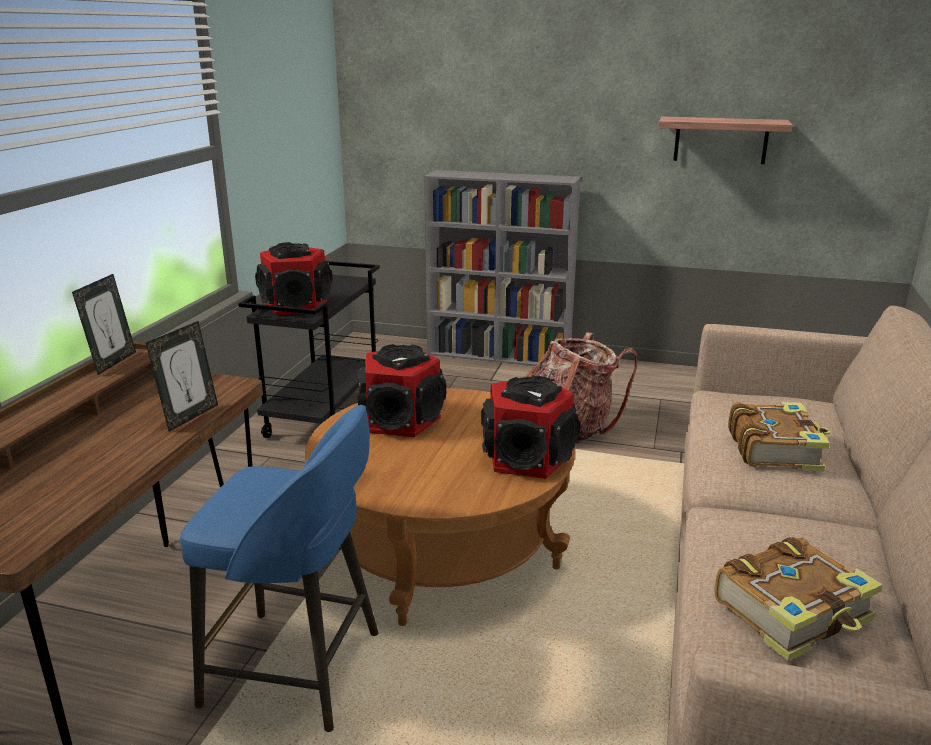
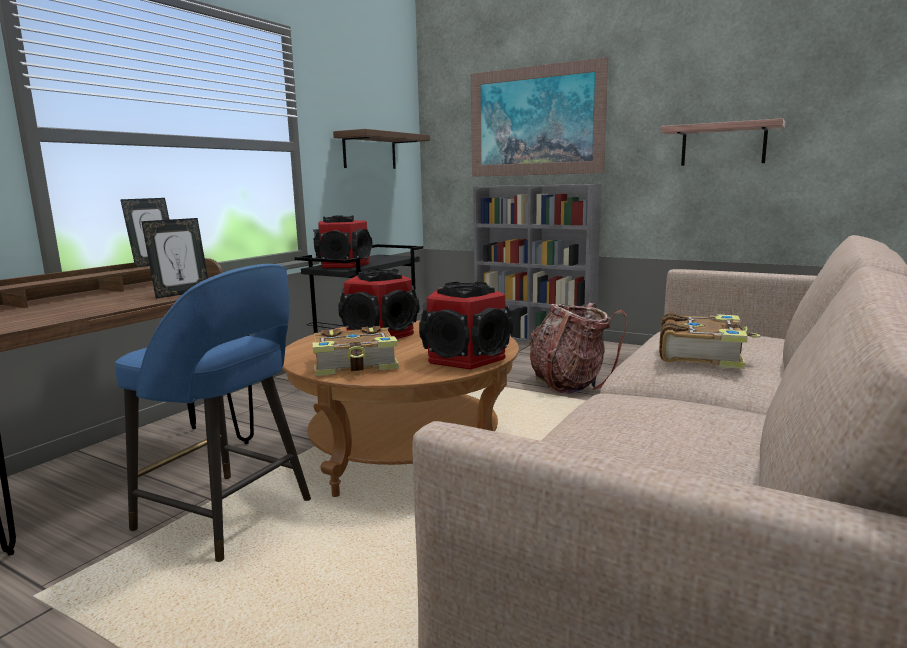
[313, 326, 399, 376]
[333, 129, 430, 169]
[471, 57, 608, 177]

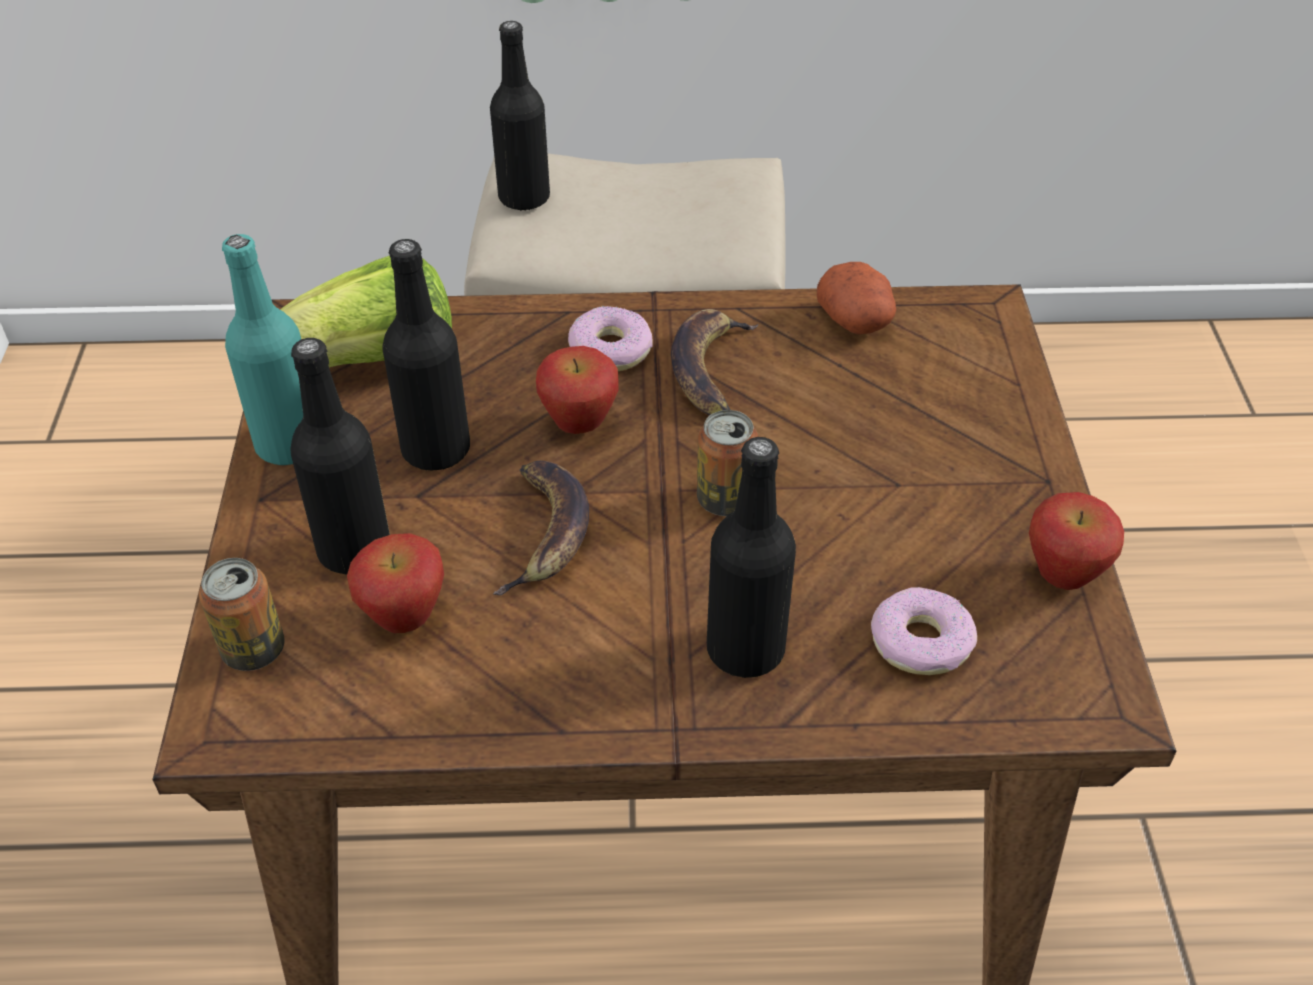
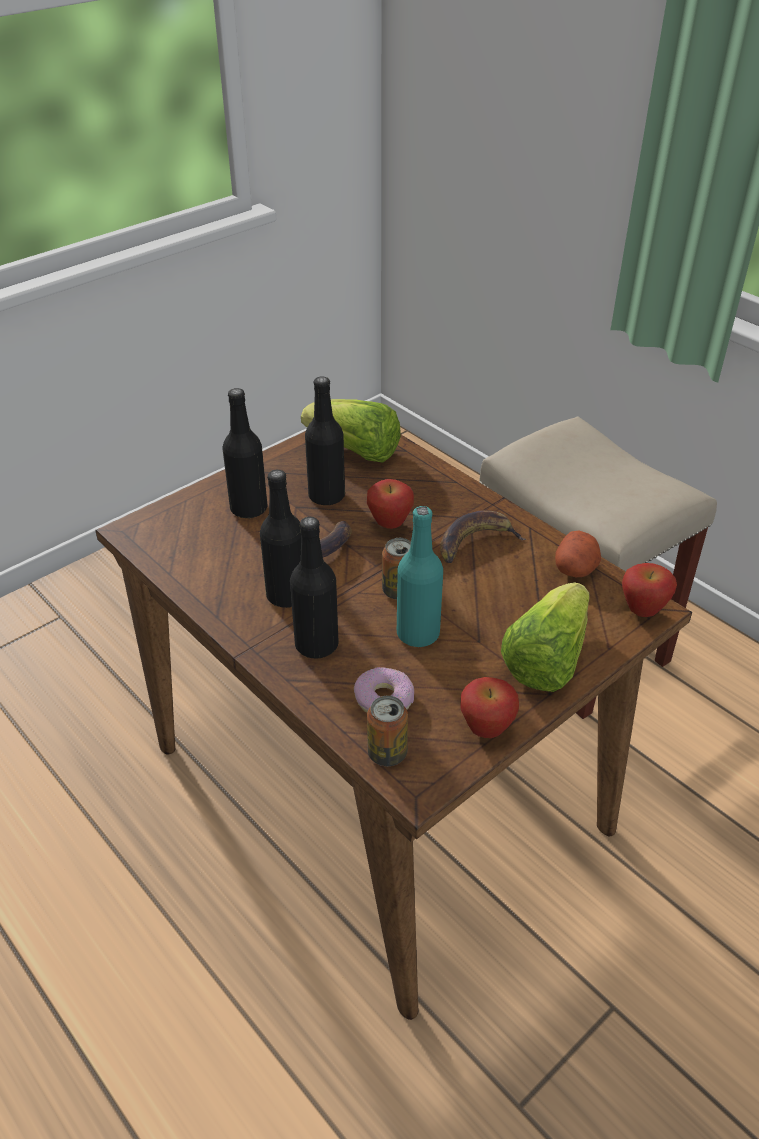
[260, 470, 301, 608]
[367, 696, 408, 766]
[397, 506, 443, 648]
[501, 583, 590, 692]
[622, 563, 677, 617]
[568, 306, 652, 371] (first image)

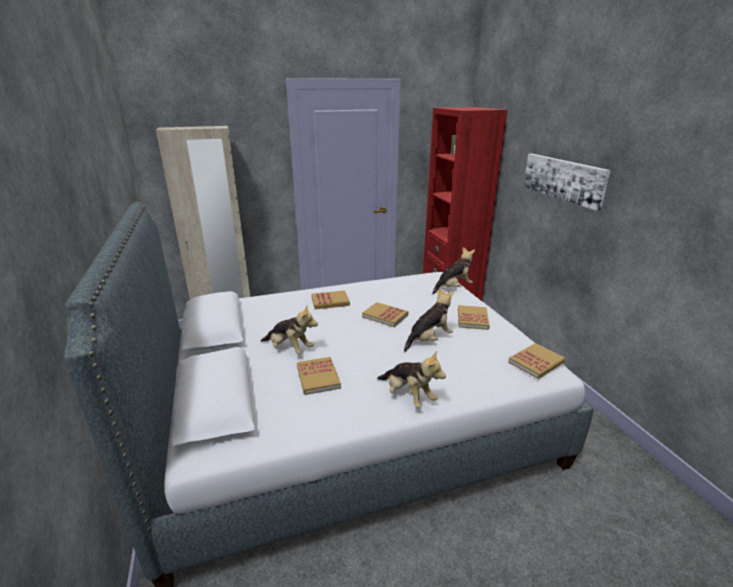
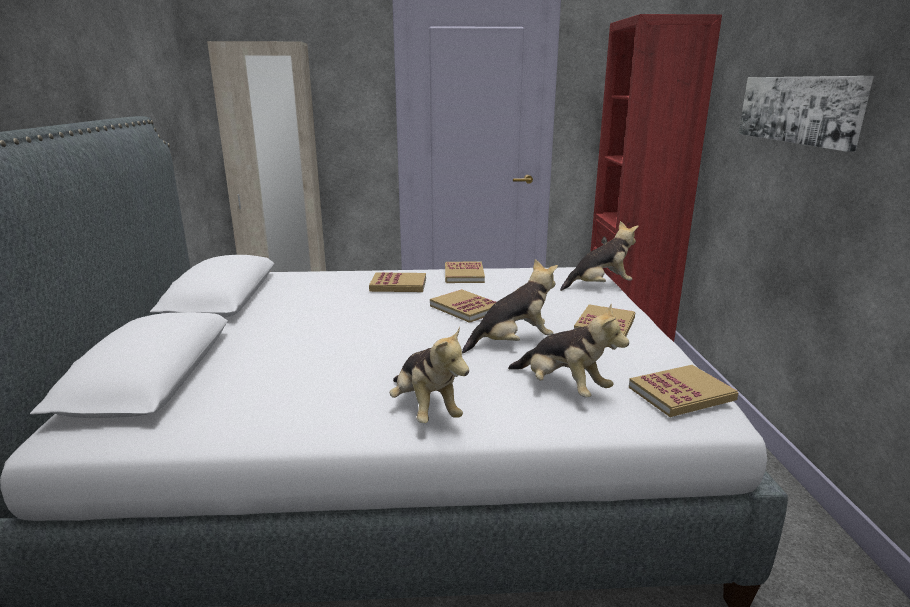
[445, 262, 485, 283]
[508, 304, 629, 397]

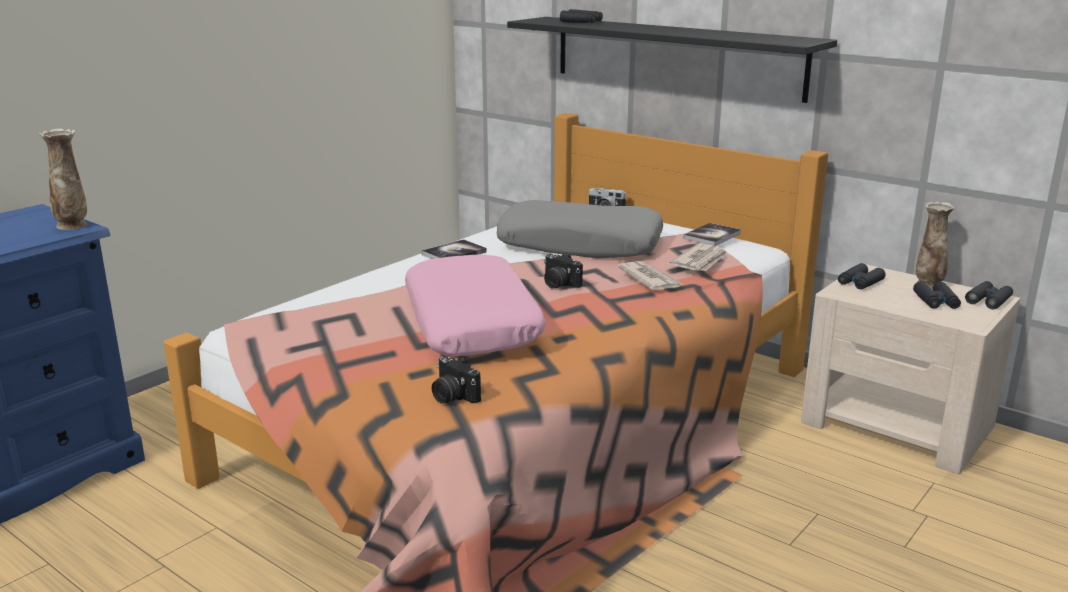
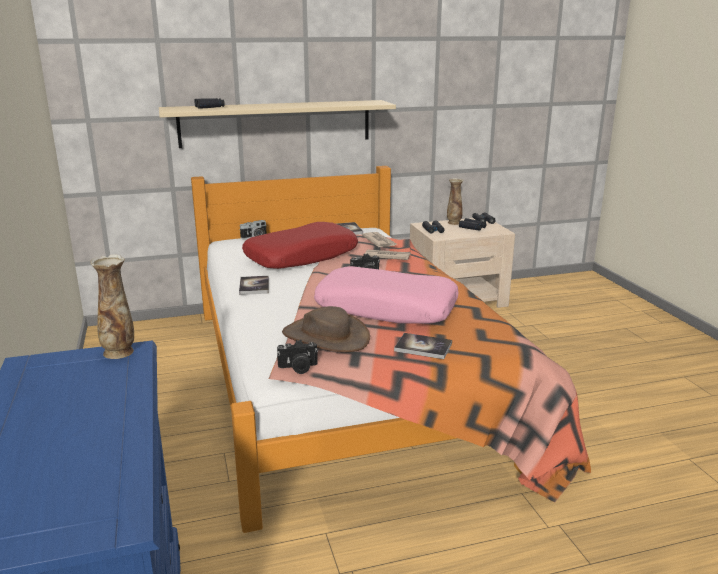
[159, 100, 396, 148]
[242, 222, 358, 269]
[277, 339, 318, 374]
[282, 306, 370, 352]
[394, 333, 452, 359]

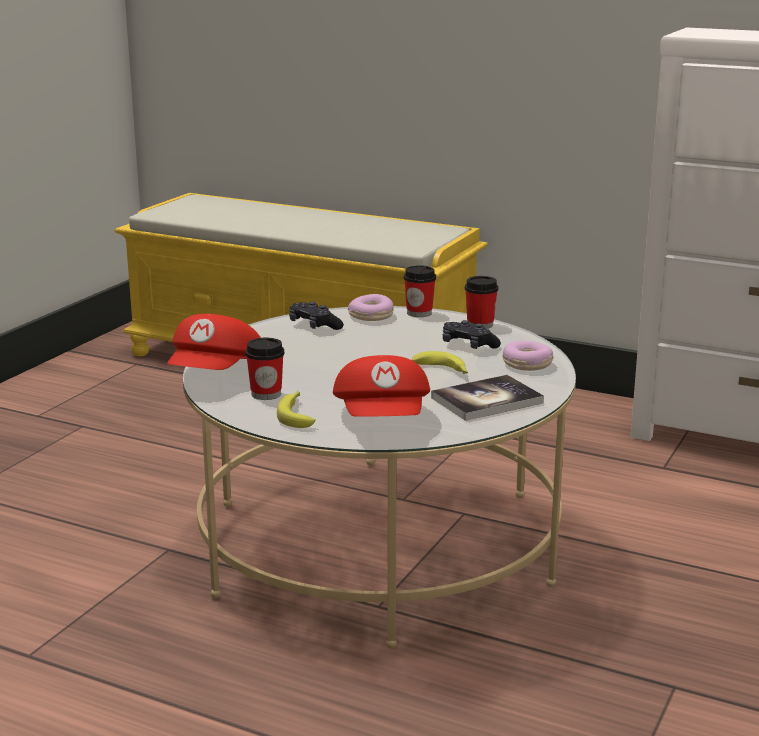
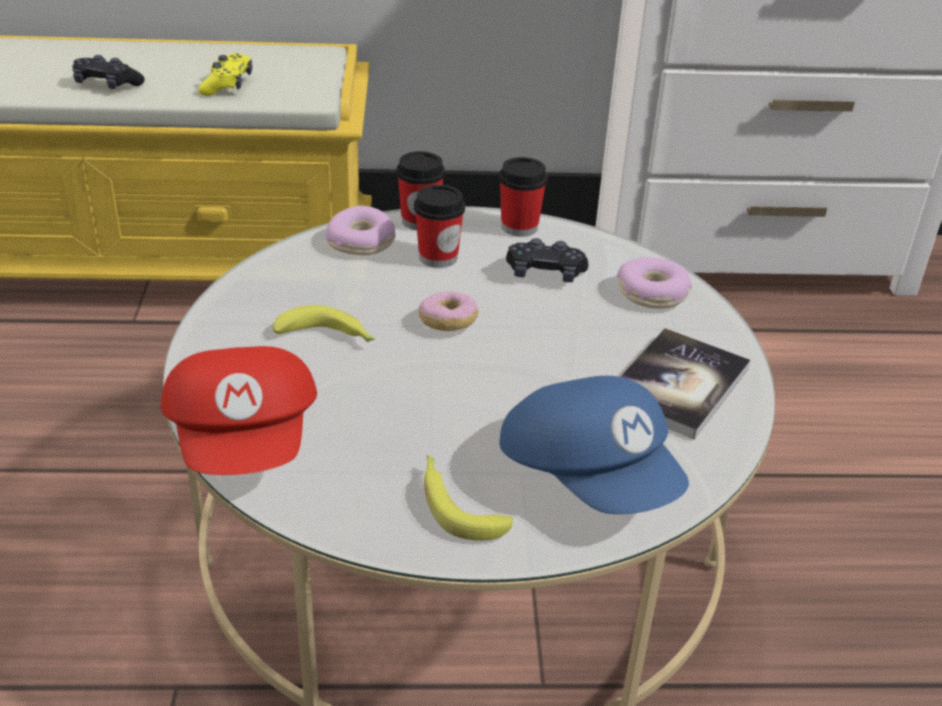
[72, 55, 145, 89]
[198, 53, 252, 96]
[273, 305, 375, 342]
[414, 185, 465, 268]
[419, 292, 478, 331]
[499, 376, 689, 514]

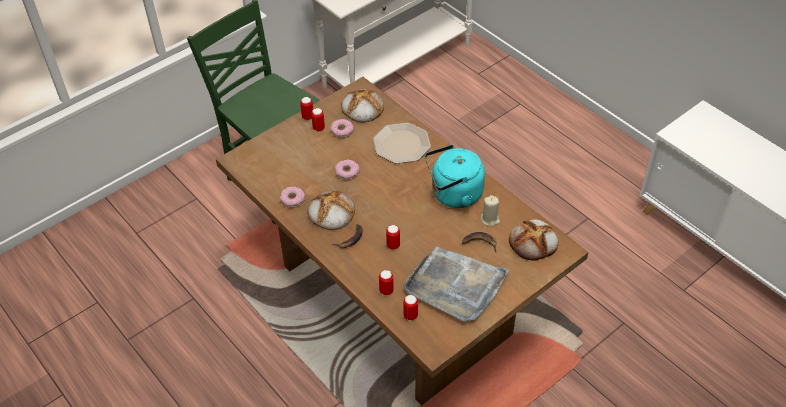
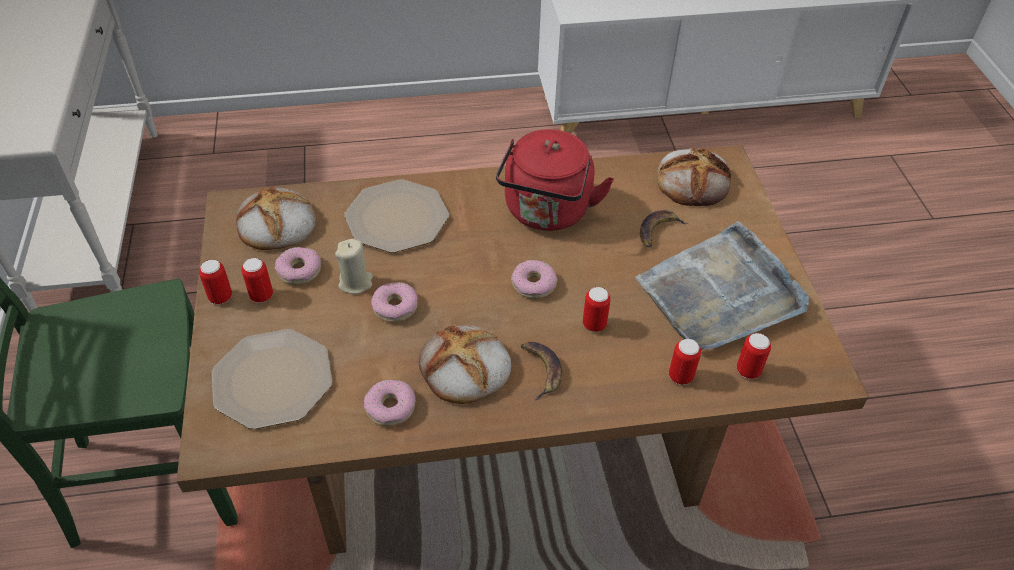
[212, 329, 332, 429]
[335, 239, 373, 294]
[496, 129, 614, 231]
[511, 260, 557, 299]

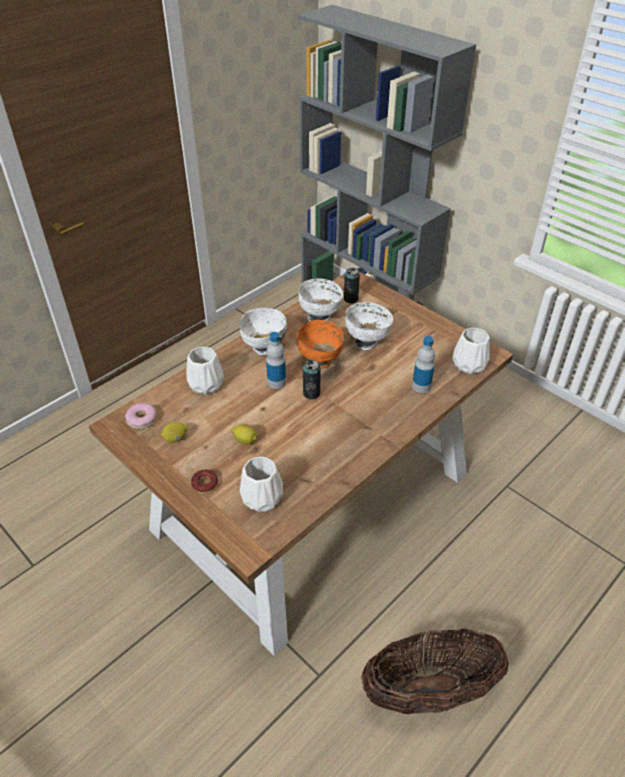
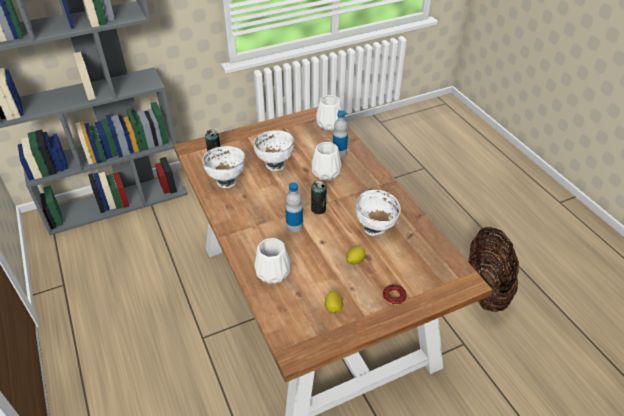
[311, 142, 341, 181]
[356, 190, 401, 236]
[125, 403, 156, 429] (first image)
[297, 320, 344, 369] (first image)

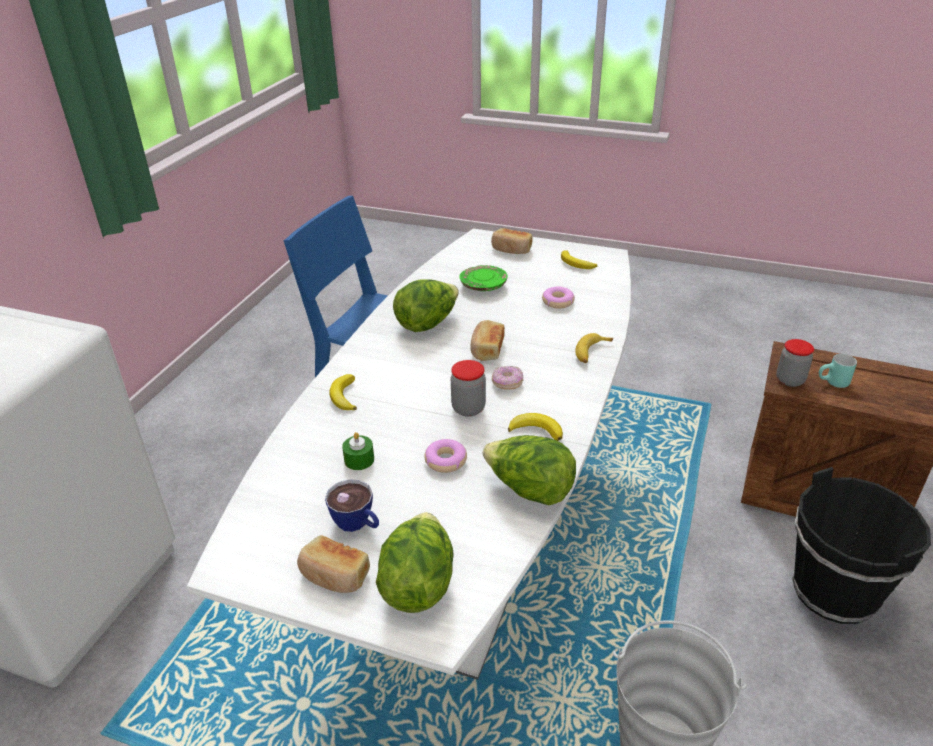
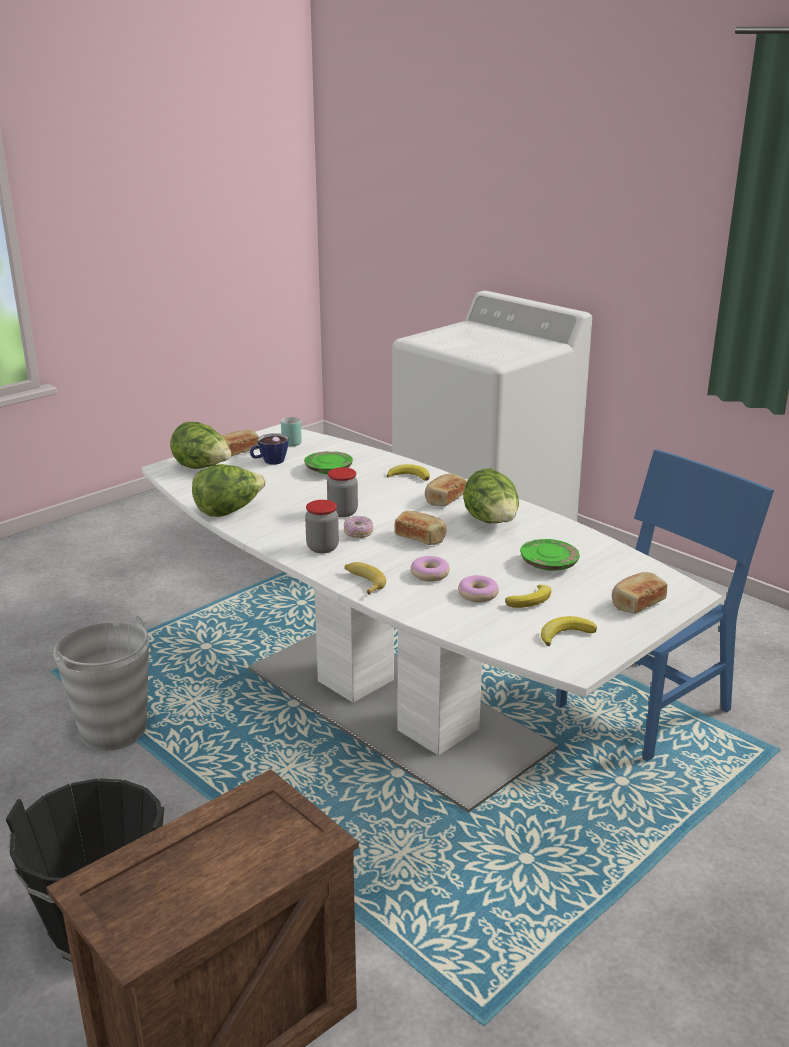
[281, 417, 302, 447]
[304, 451, 353, 474]
[305, 500, 339, 553]
[410, 556, 450, 582]
[425, 473, 467, 506]
[505, 585, 551, 608]

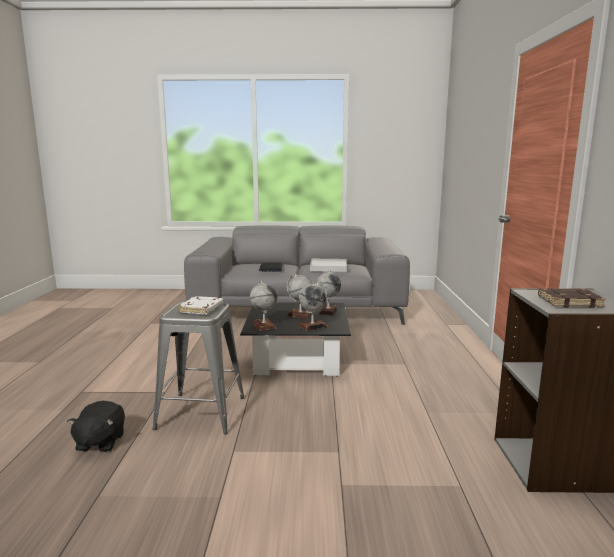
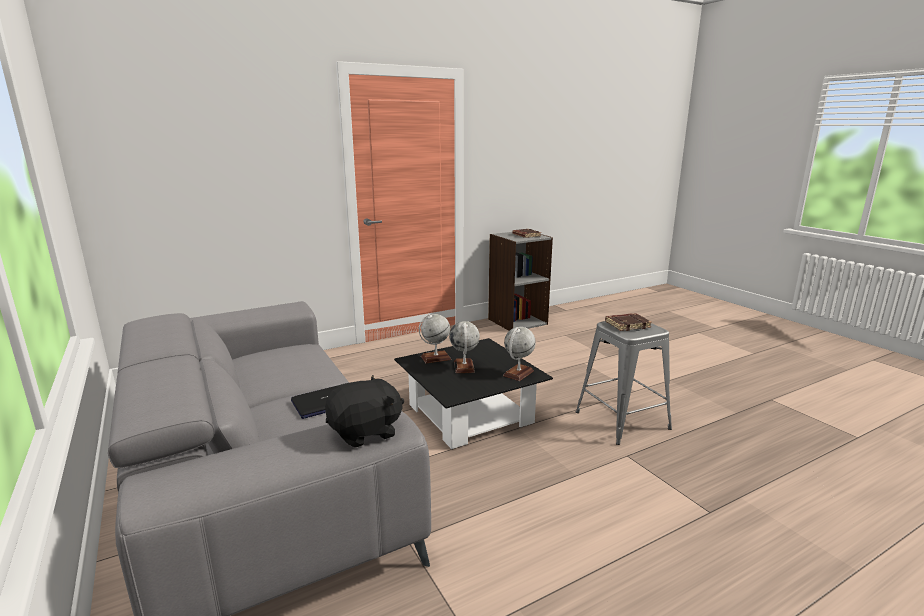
[325, 375, 404, 448]
[605, 313, 652, 331]
[298, 282, 328, 331] (first image)
[310, 259, 347, 272] (first image)

